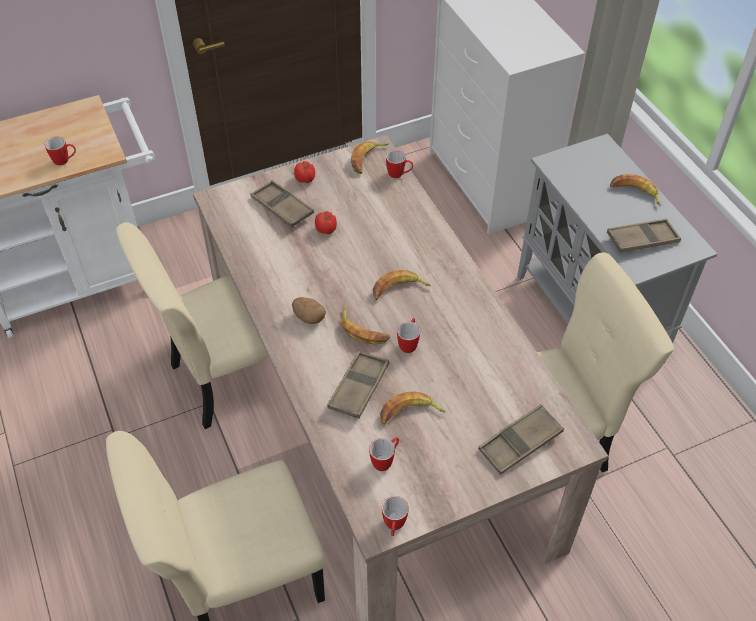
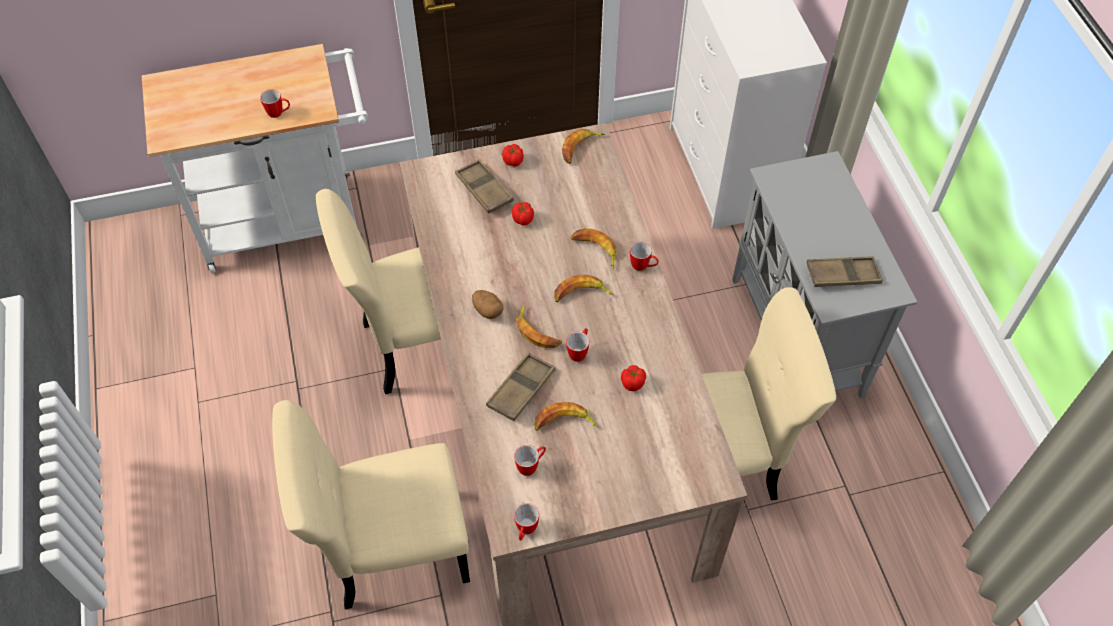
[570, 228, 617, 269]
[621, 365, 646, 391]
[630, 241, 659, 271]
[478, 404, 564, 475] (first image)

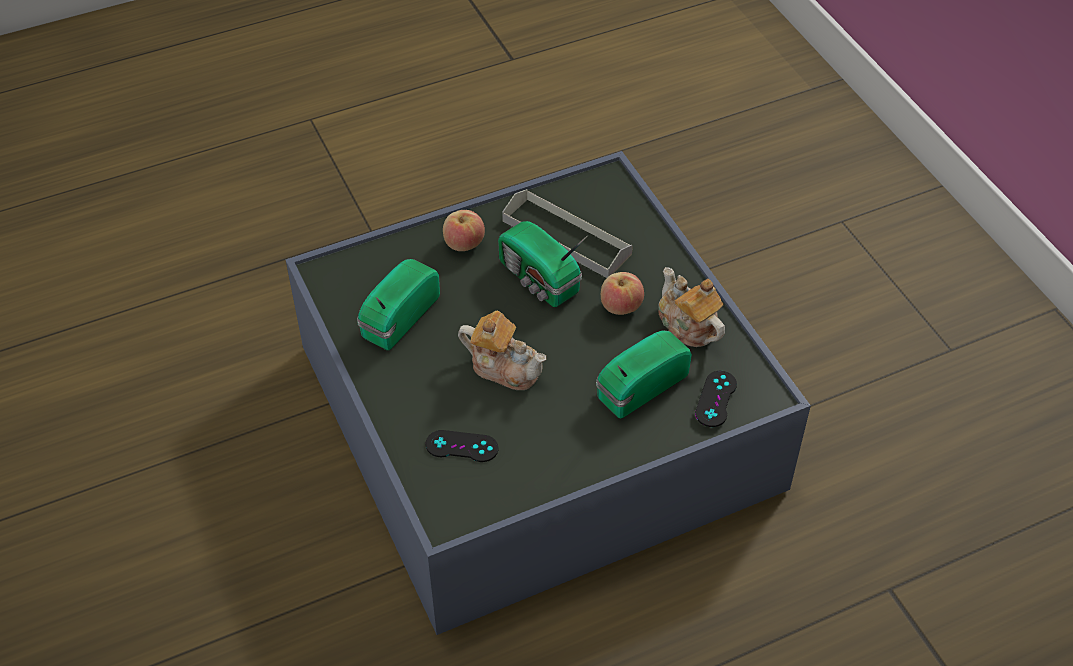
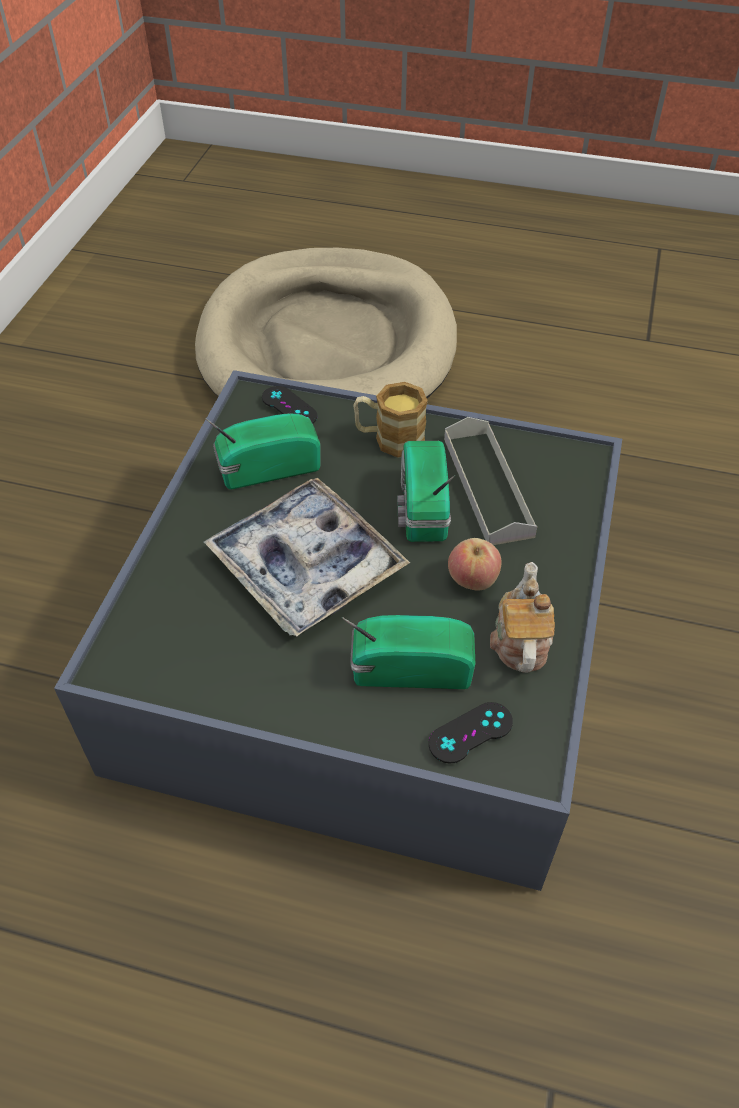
[195, 248, 457, 398]
[204, 478, 410, 637]
[262, 386, 317, 424]
[354, 382, 428, 458]

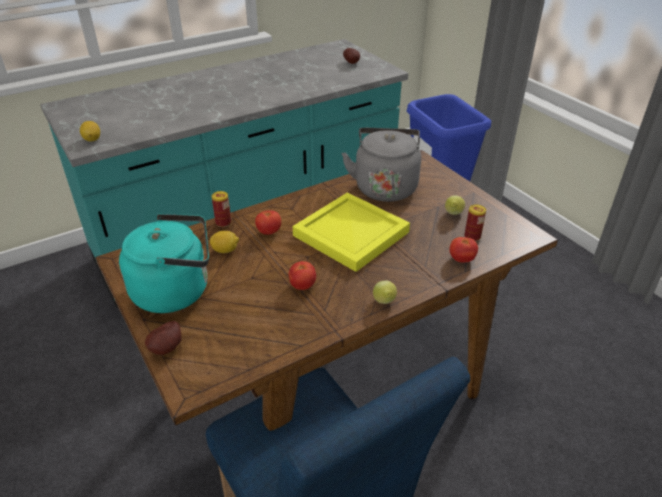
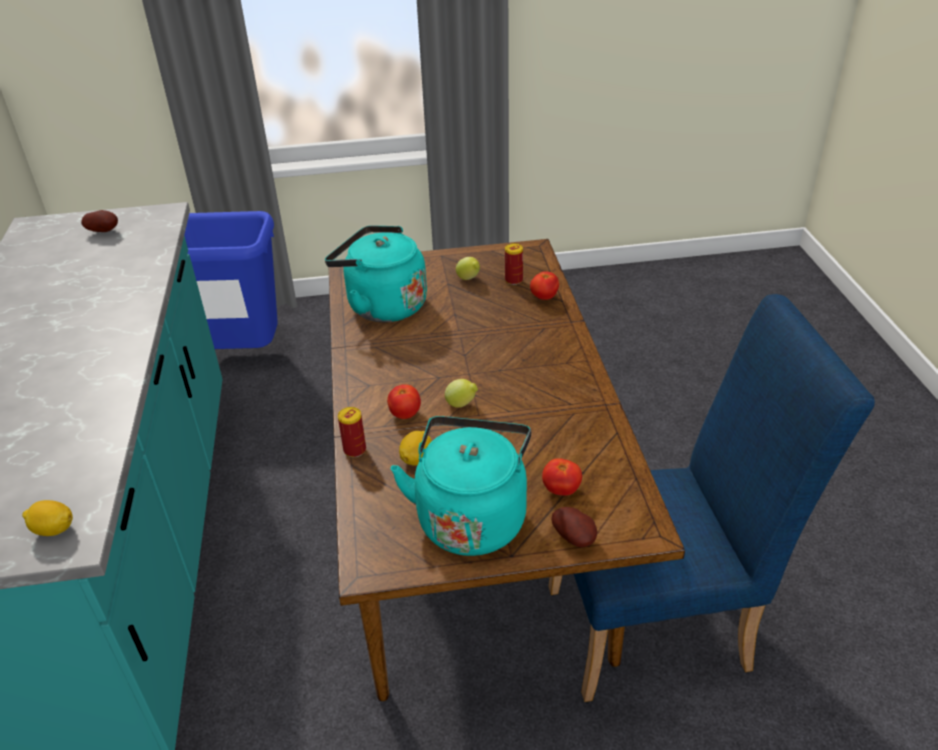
[325, 226, 427, 322]
[445, 379, 478, 408]
[542, 458, 582, 496]
[293, 192, 410, 272] (first image)

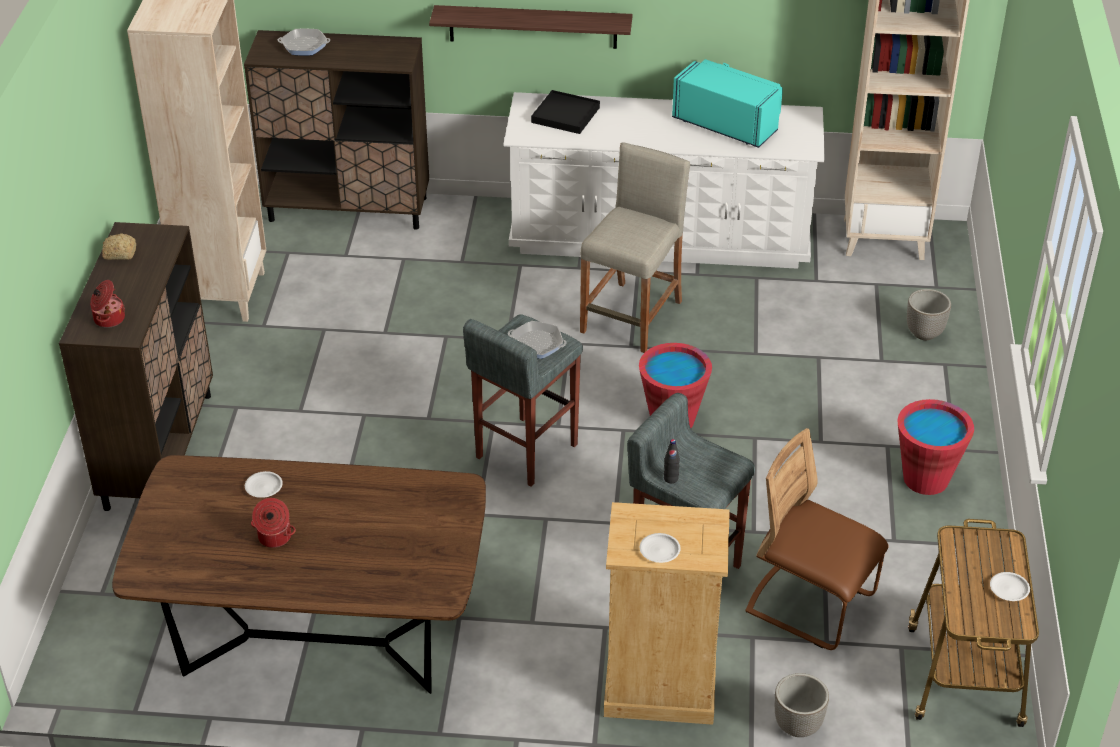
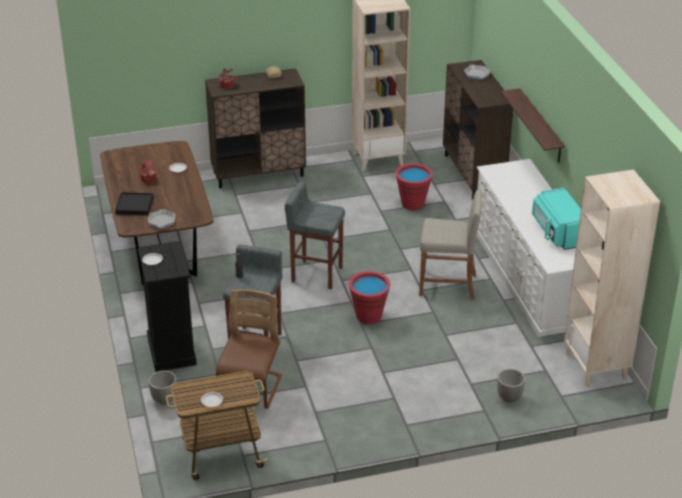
[115, 192, 153, 215]
[138, 242, 197, 372]
[148, 209, 175, 229]
[396, 164, 433, 211]
[532, 188, 581, 250]

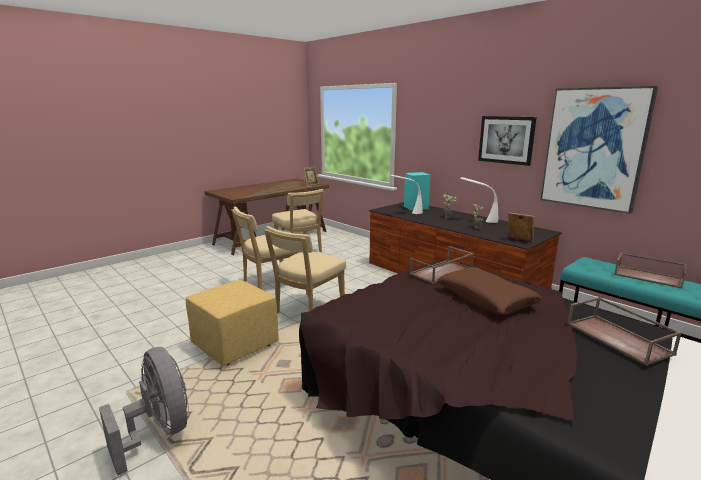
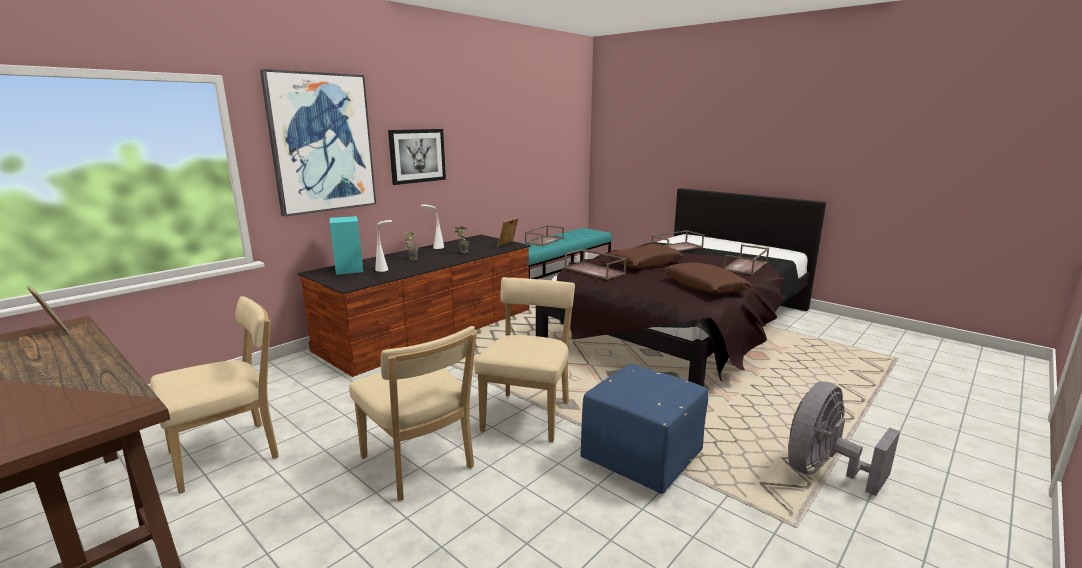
[260, 69, 376, 216]
[474, 277, 575, 443]
[580, 364, 708, 494]
[663, 262, 752, 294]
[723, 245, 769, 275]

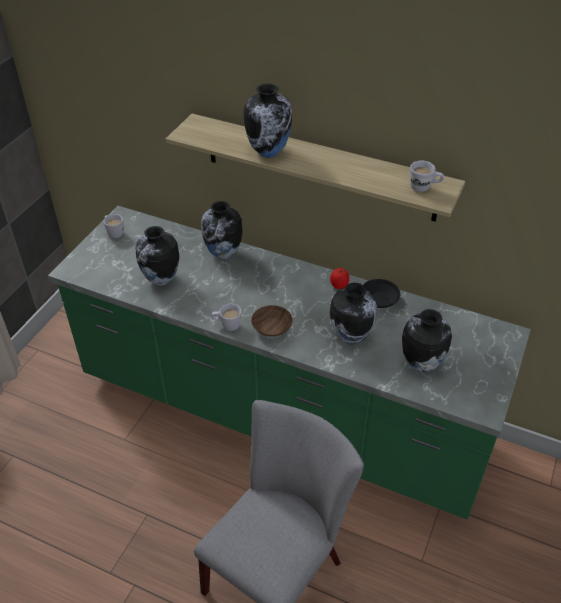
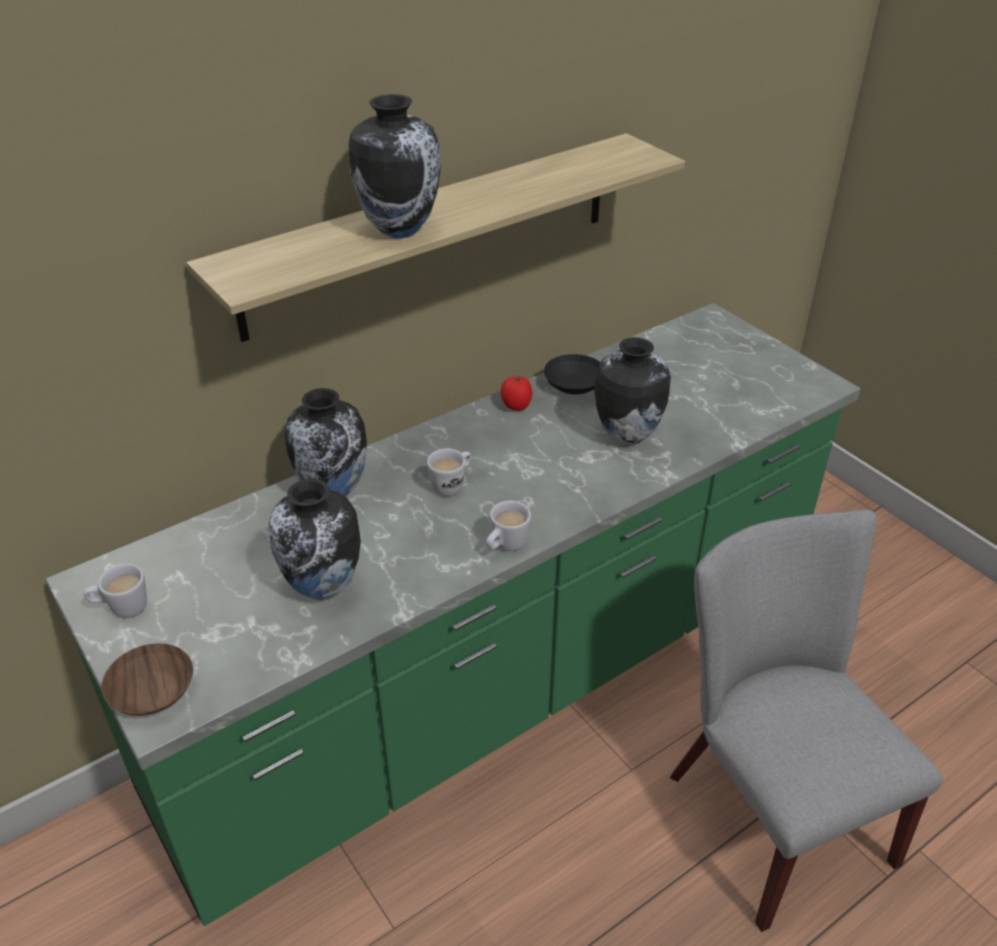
[101, 643, 193, 716]
[427, 449, 472, 496]
[402, 309, 452, 372] (first image)

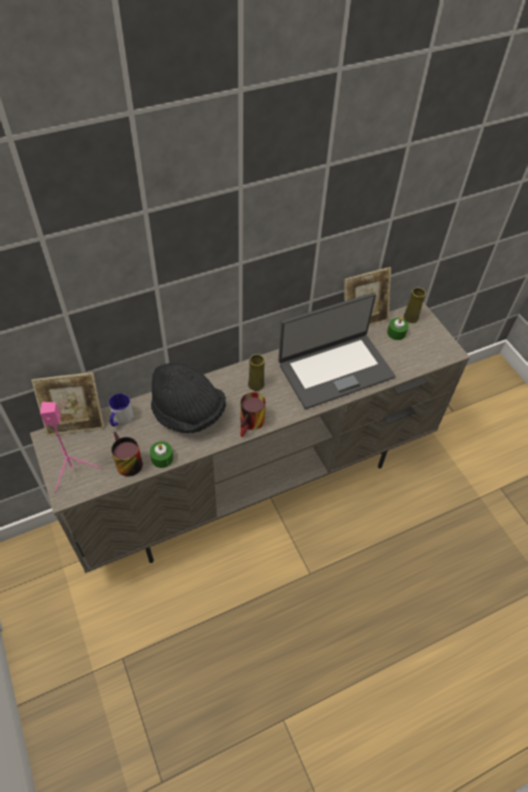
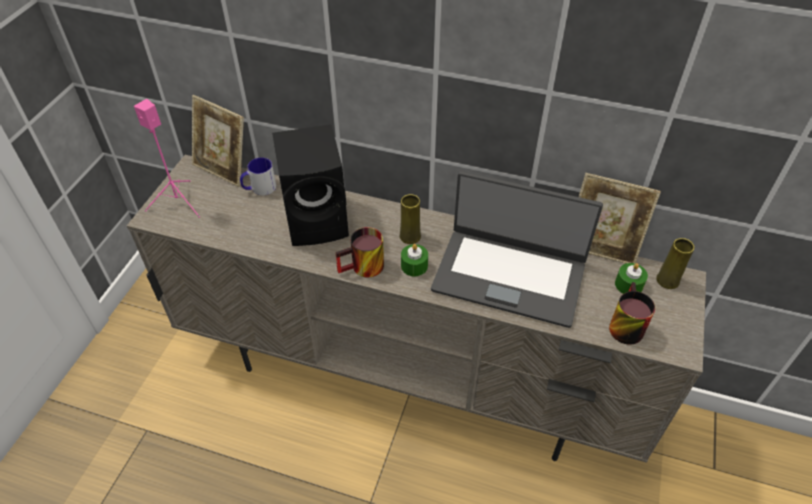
[272, 124, 349, 246]
[401, 244, 428, 276]
[609, 282, 655, 345]

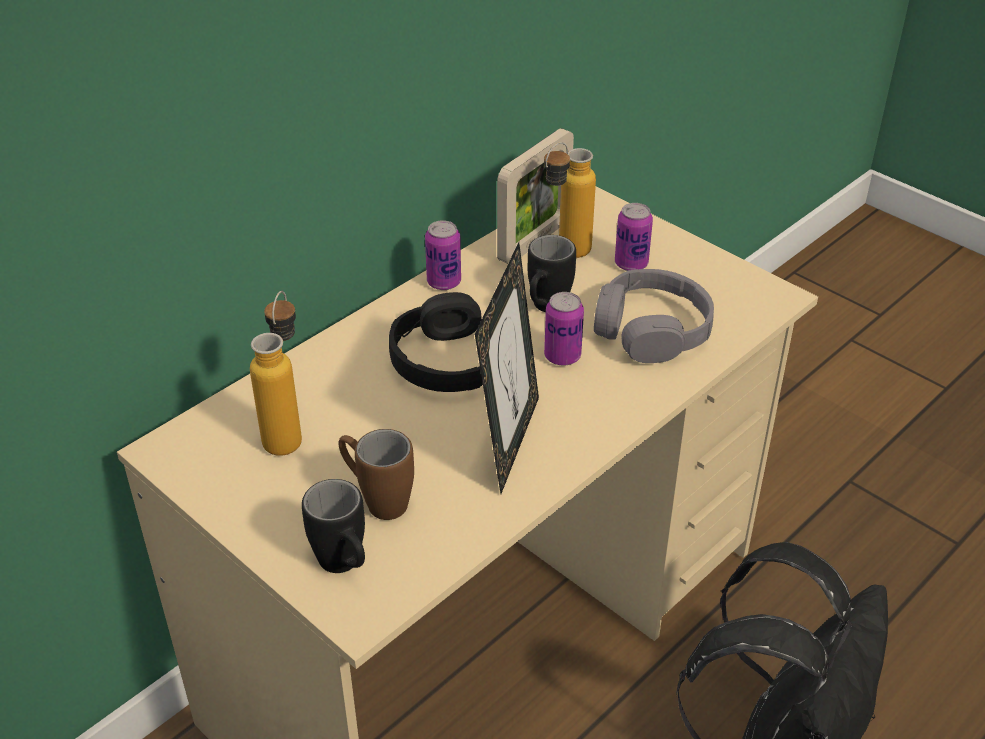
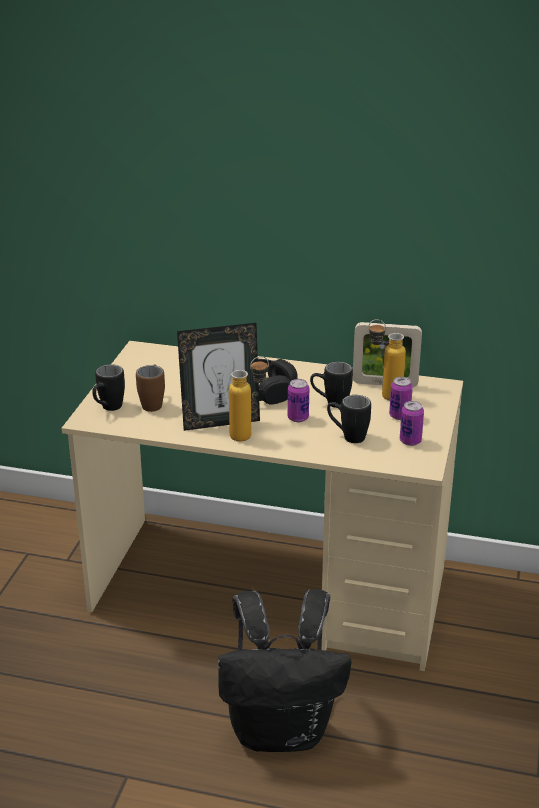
[229, 356, 269, 442]
[327, 395, 371, 443]
[400, 401, 424, 446]

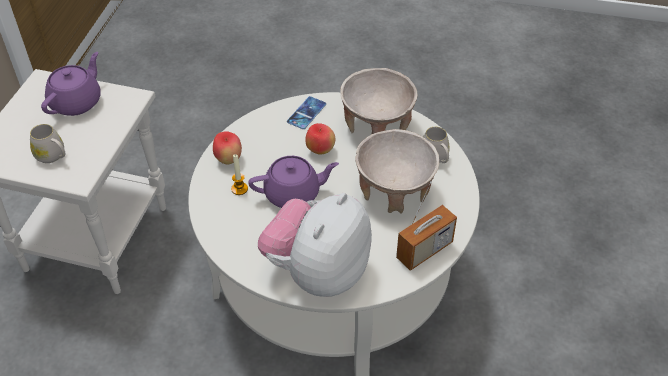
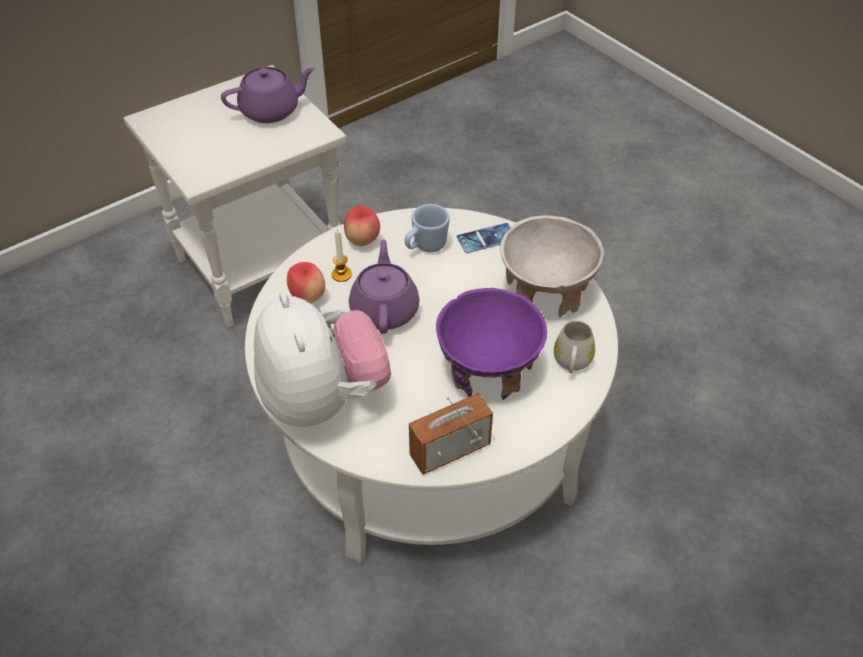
[254, 292, 391, 427]
[287, 262, 325, 303]
[349, 239, 420, 334]
[405, 204, 450, 252]
[409, 393, 493, 475]
[436, 288, 547, 400]
[30, 124, 66, 163] (first image)

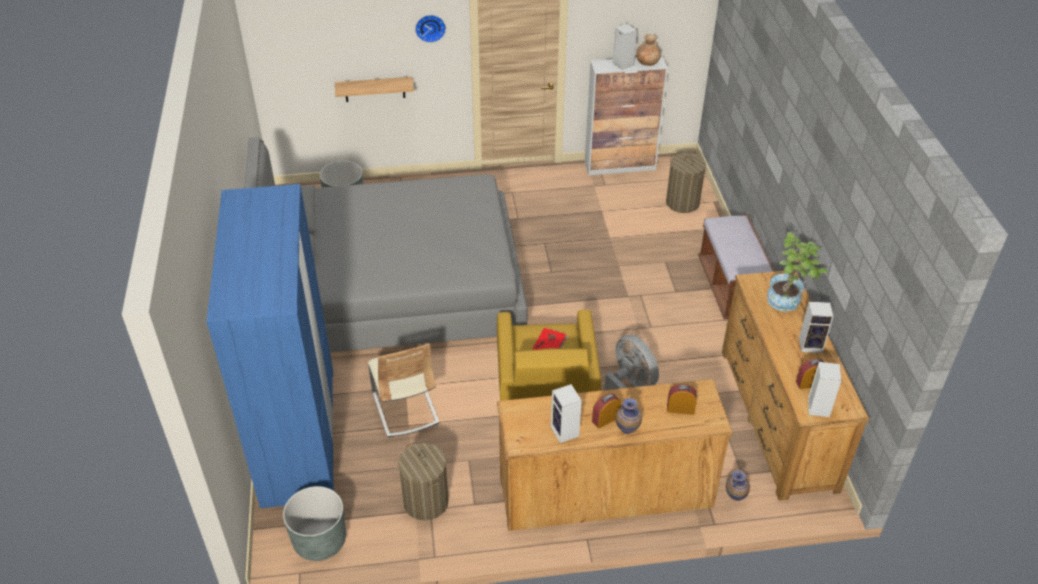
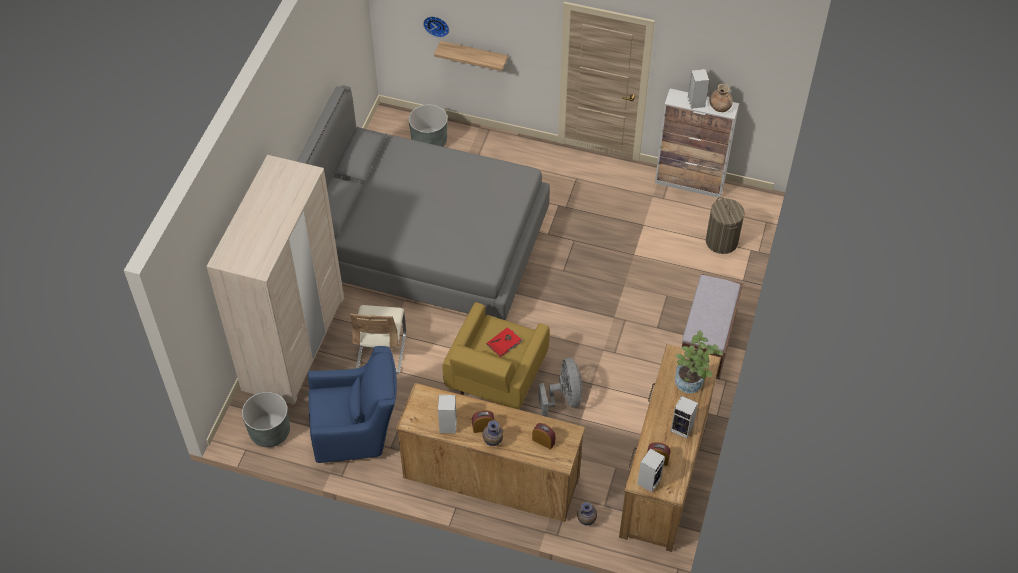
[206, 155, 344, 405]
[308, 346, 397, 463]
[423, 16, 449, 38]

